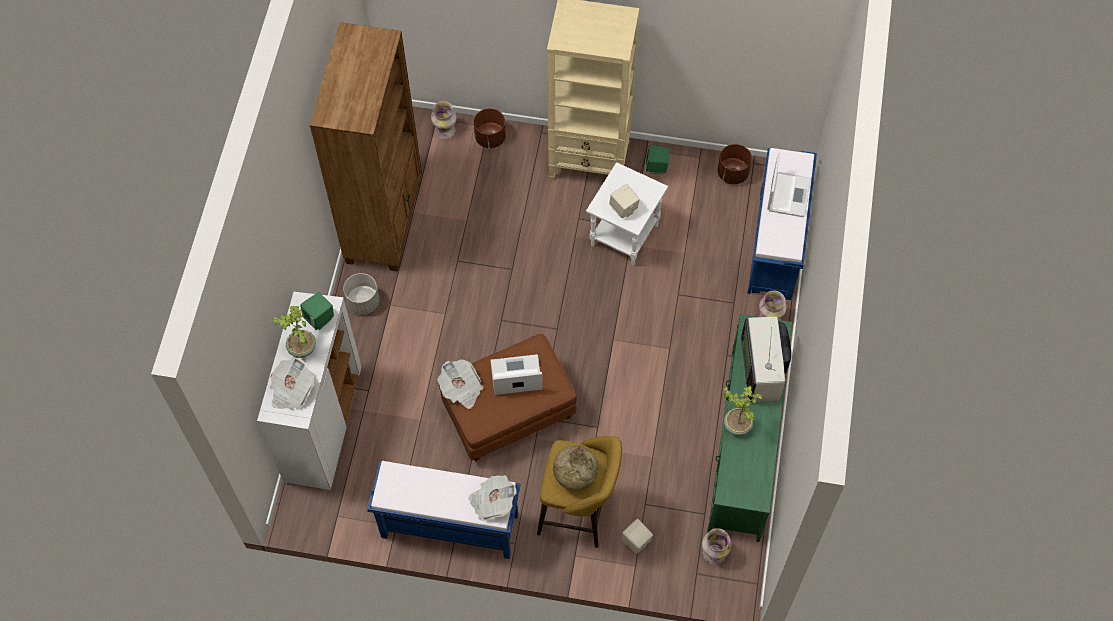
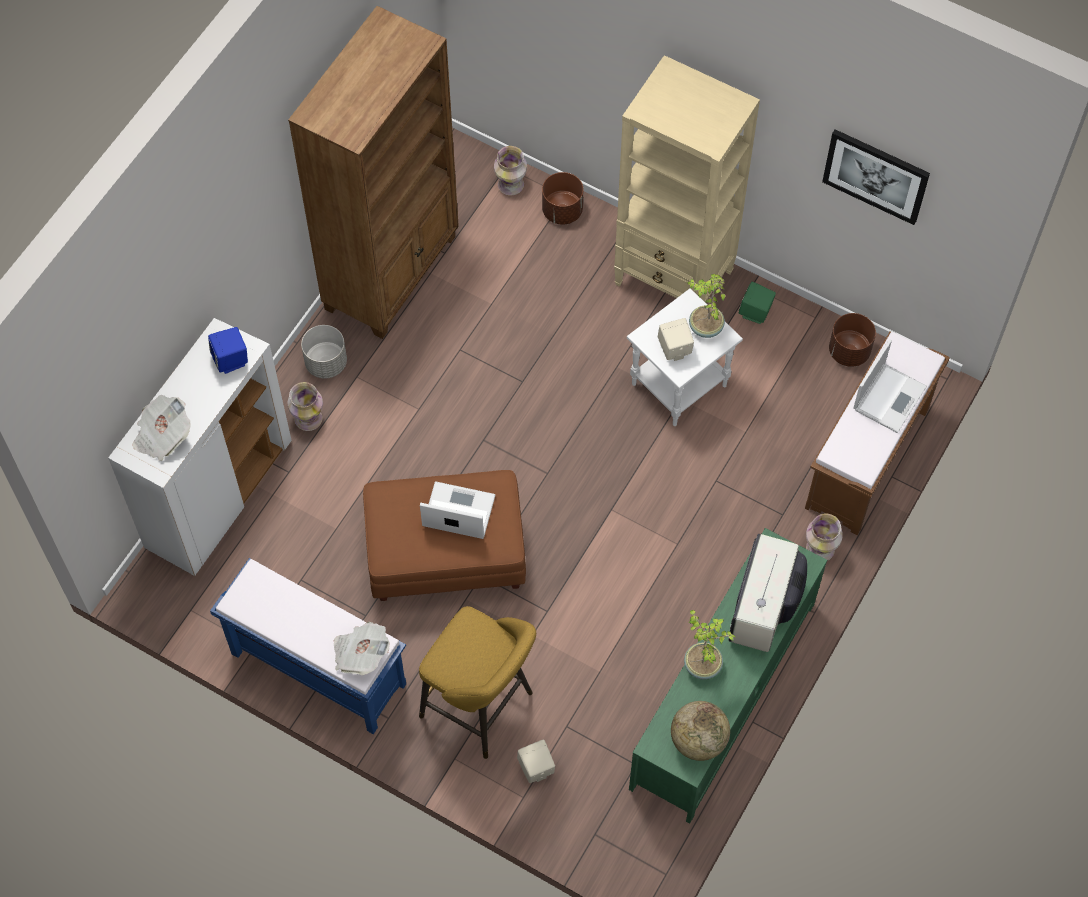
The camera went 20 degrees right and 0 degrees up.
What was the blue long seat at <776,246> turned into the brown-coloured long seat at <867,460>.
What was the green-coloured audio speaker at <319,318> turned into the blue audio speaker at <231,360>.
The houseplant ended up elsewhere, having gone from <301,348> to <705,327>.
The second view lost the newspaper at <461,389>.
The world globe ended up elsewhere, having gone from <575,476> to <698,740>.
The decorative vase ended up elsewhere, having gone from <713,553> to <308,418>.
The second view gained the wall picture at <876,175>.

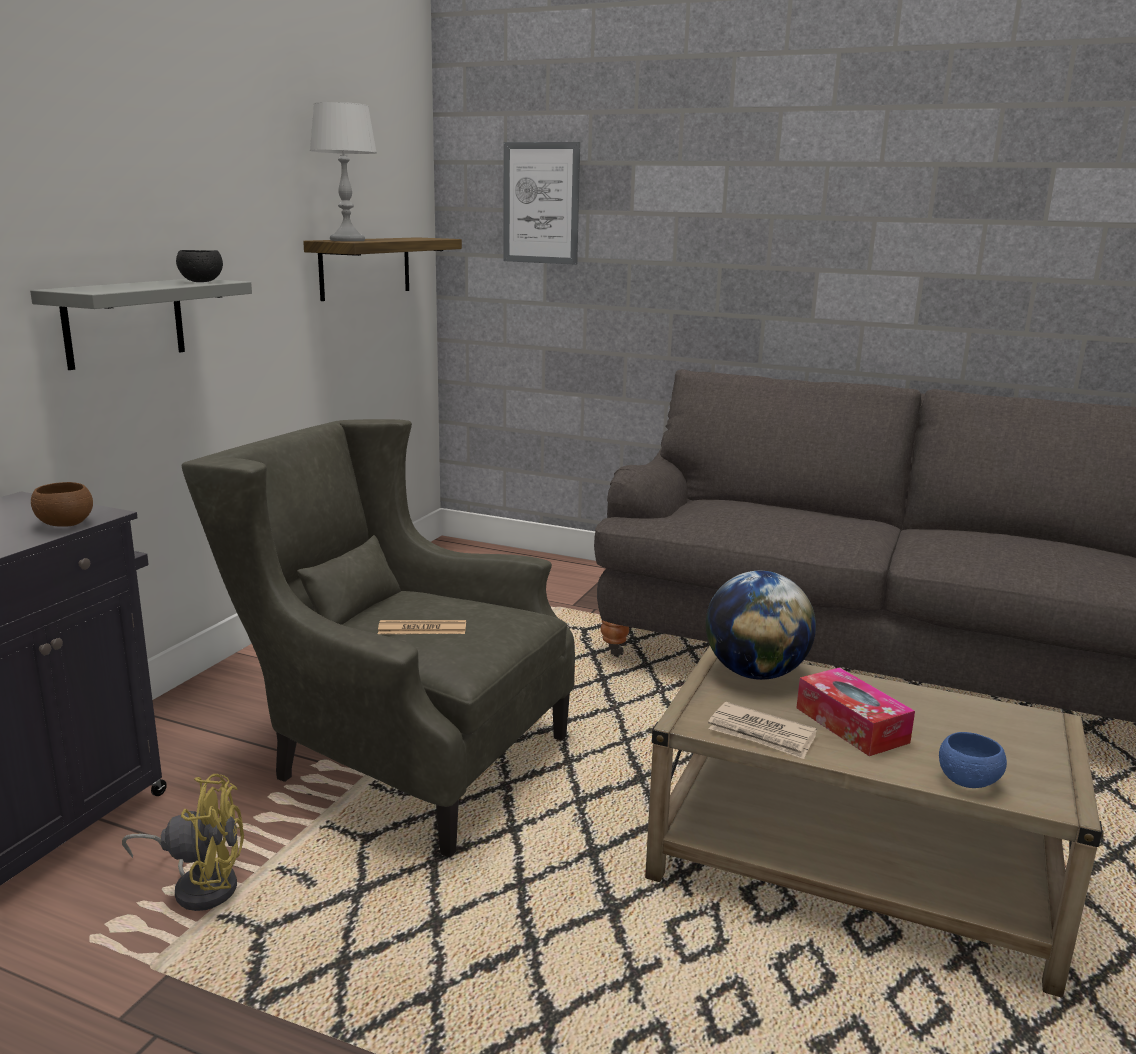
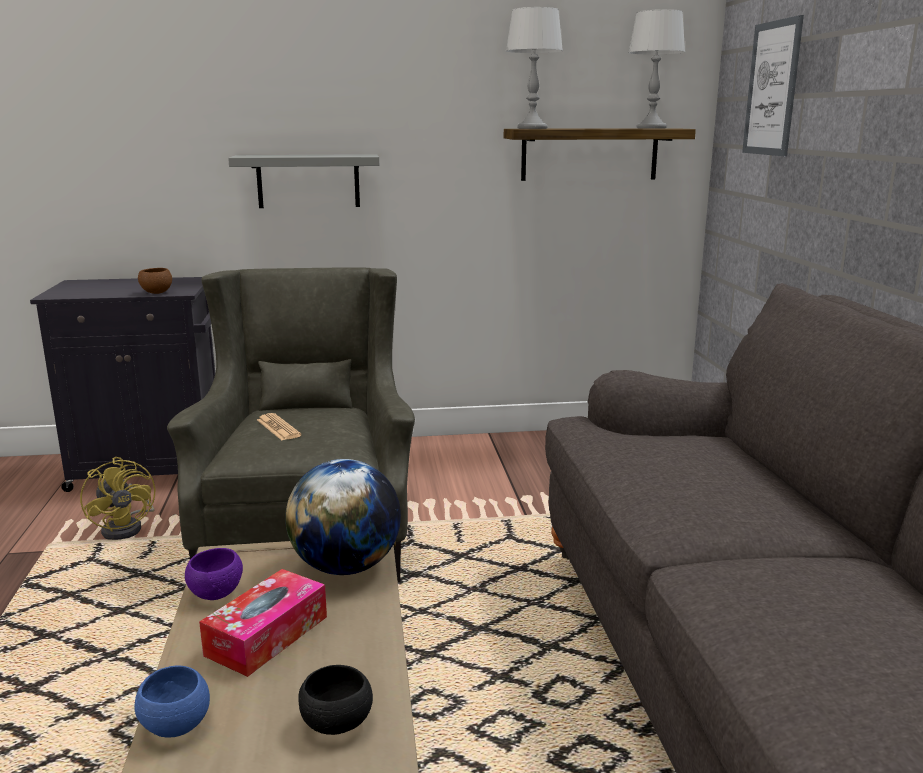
The camera went 60 degrees right and 0 degrees up.
The black-coloured deep dish ended up elsewhere, having gone from <201,282> to <337,723>.
Where the newspaper stood at <762,734>, the purplish deep dish came to stand at <216,593>.
The second view gained the gray lamp for a table at <651,128>.

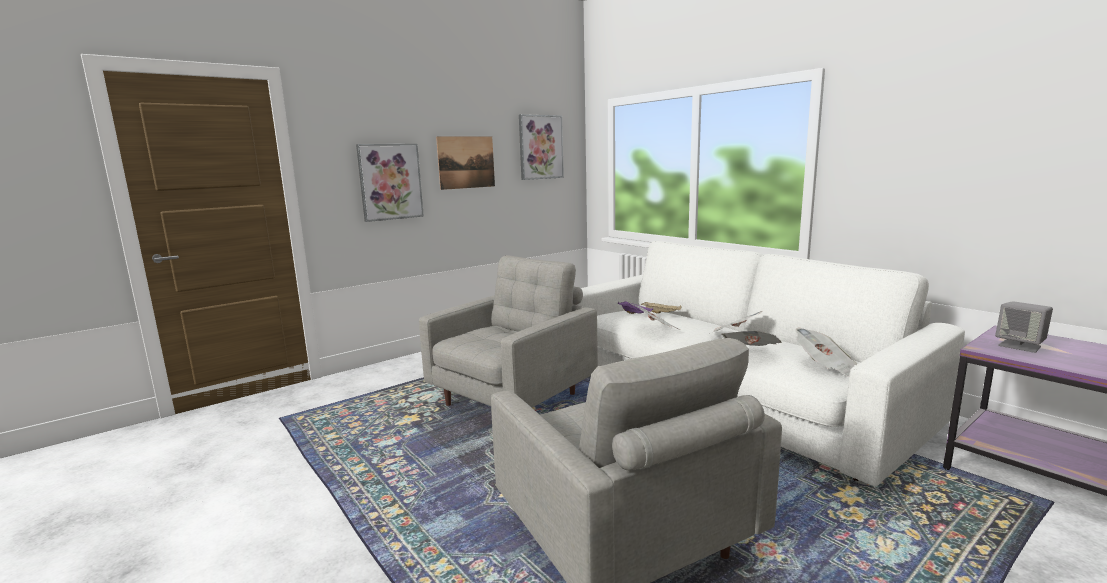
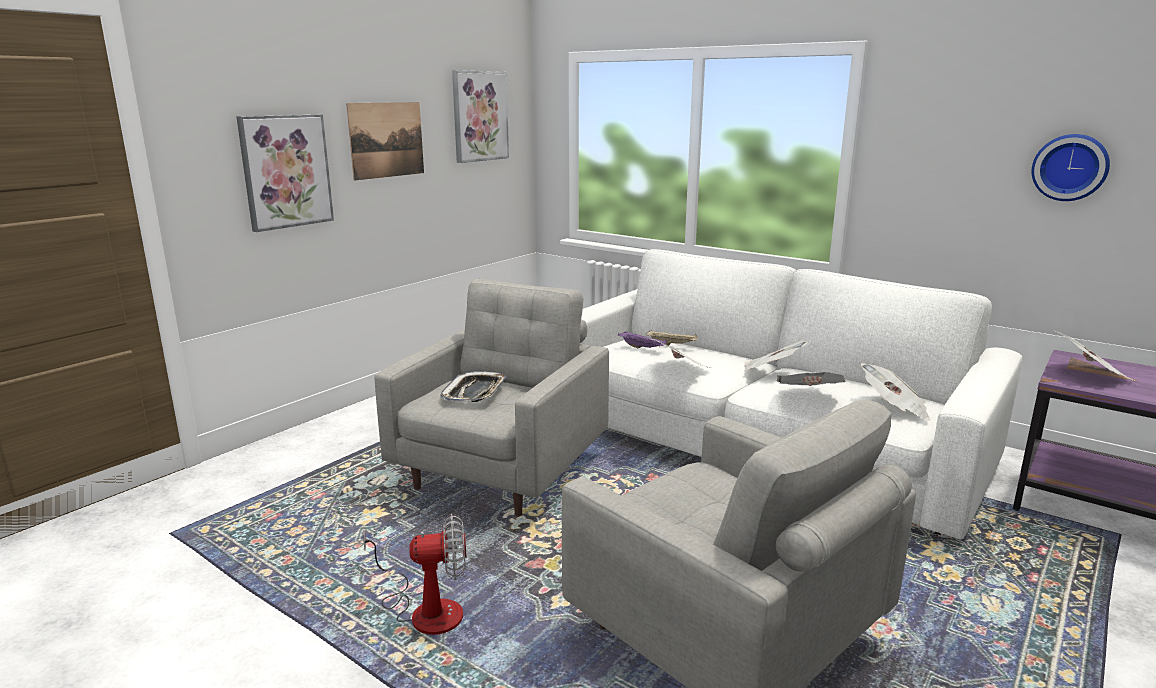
The camera went 15 degrees left and 5 degrees up.
Where the gray audio speaker stood at <1020,346>, the newspaper came to stand at <1090,375>.
The second view gained the hanging clock at <1070,167>.
The second view gained the serving tray at <475,392>.
The second view gained the cooling fan at <425,609>.

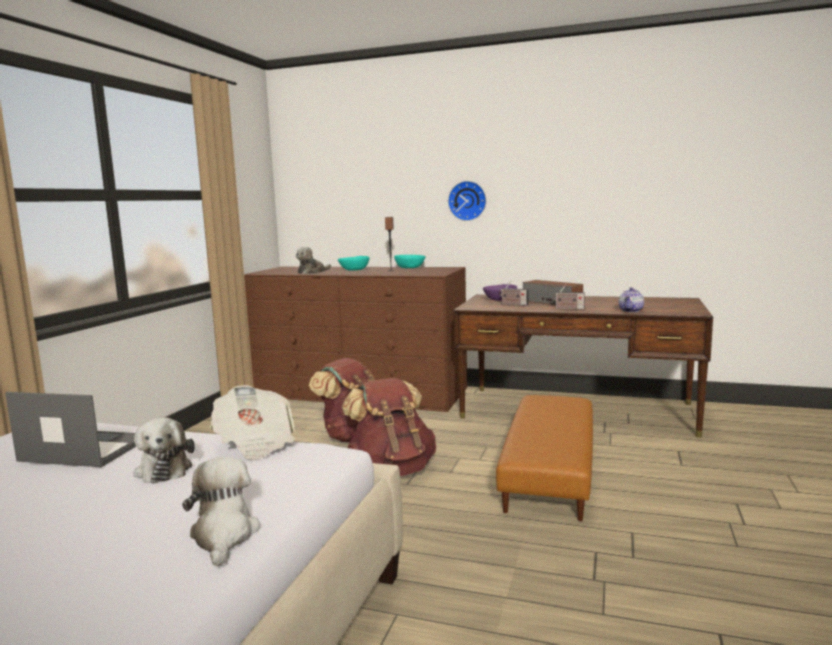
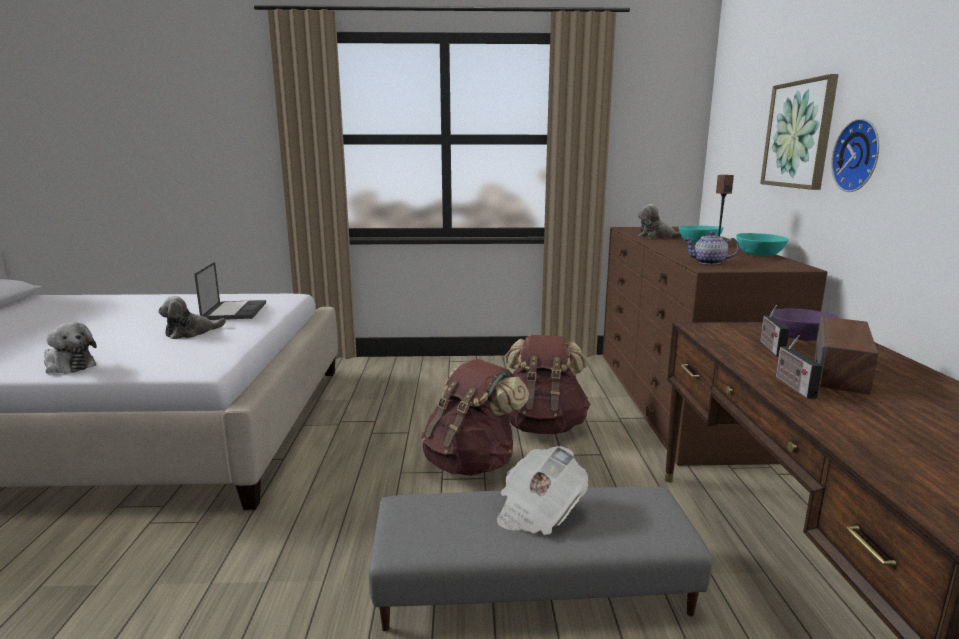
The camera went 70 degrees right and 5 degrees up.
The teapot ended up elsewhere, having gone from <631,311> to <709,262>.
The newspaper ended up elsewhere, having gone from <255,443> to <538,511>.
What was the brown-coloured ottoman at <548,470> turned into the gray ottoman at <532,582>.
The plush toy at <224,536> ended up facing another way, 60 degrees clockwise from before.
The second view gained the wall picture at <799,134>.

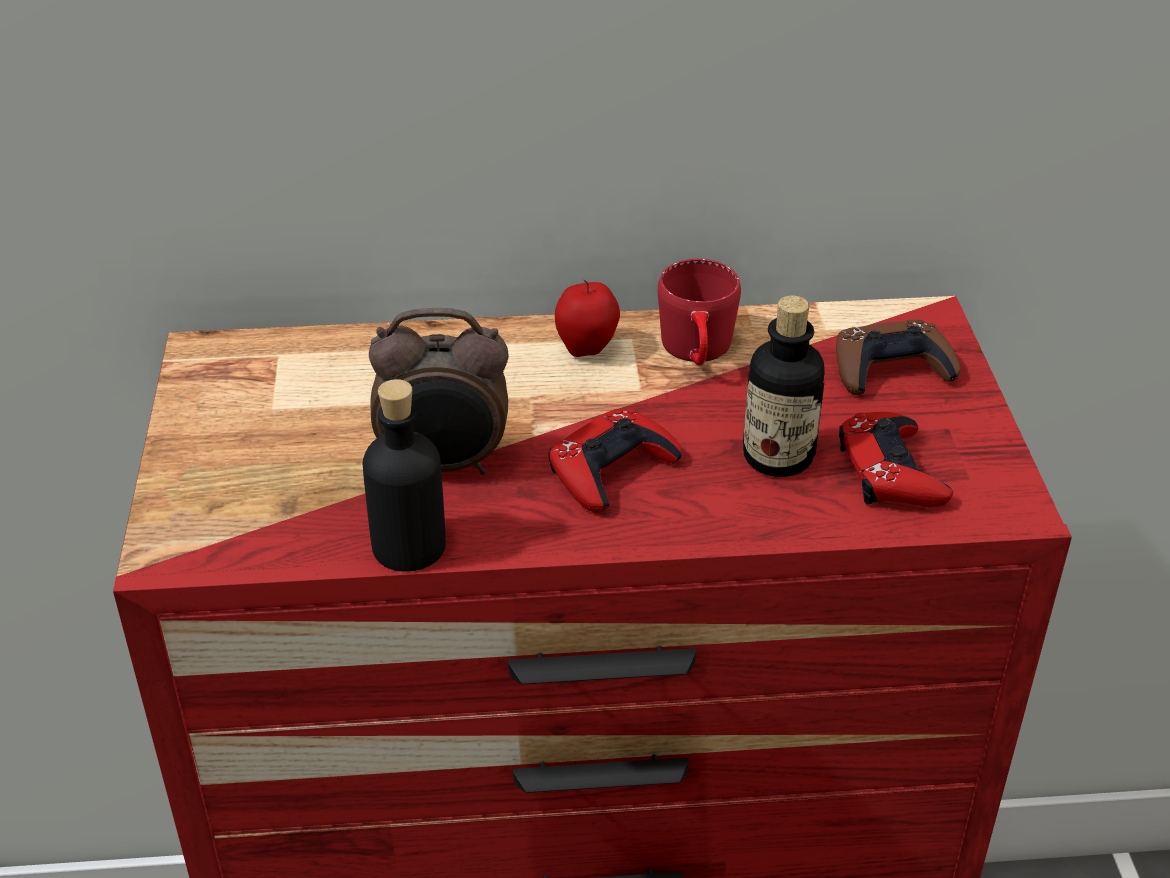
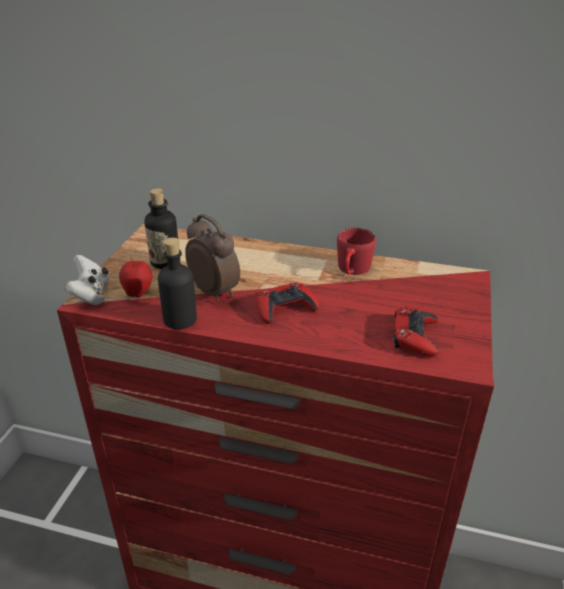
The camera went 20 degrees right and 5 degrees down.
The whole apple ended up elsewhere, having gone from <587,349> to <138,294>.
The bottle ended up elsewhere, having gone from <778,457> to <165,262>.
The alarm clock at <444,465> ended up facing another way, 150 degrees counterclockwise from before.
The second view lost the brown-coloured gamepad at <891,369>.
The second view gained the whitish gamepad at <91,295>.

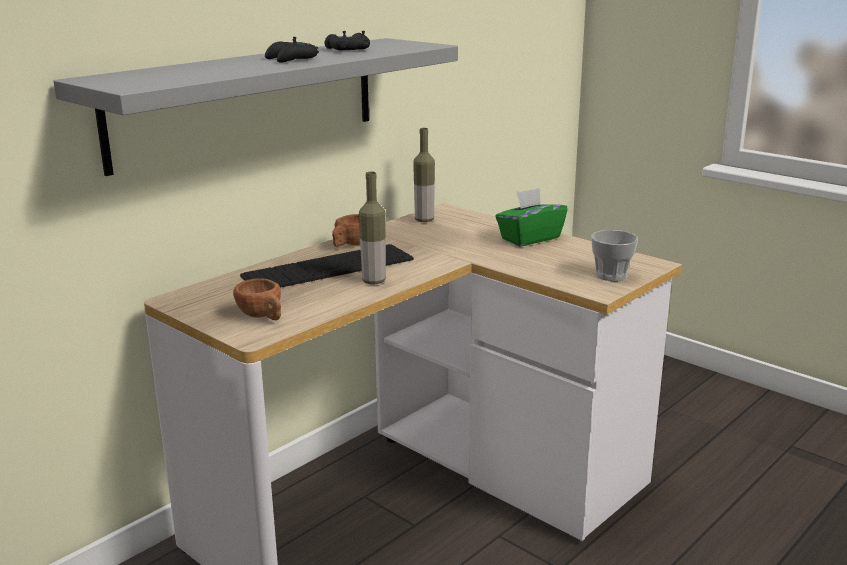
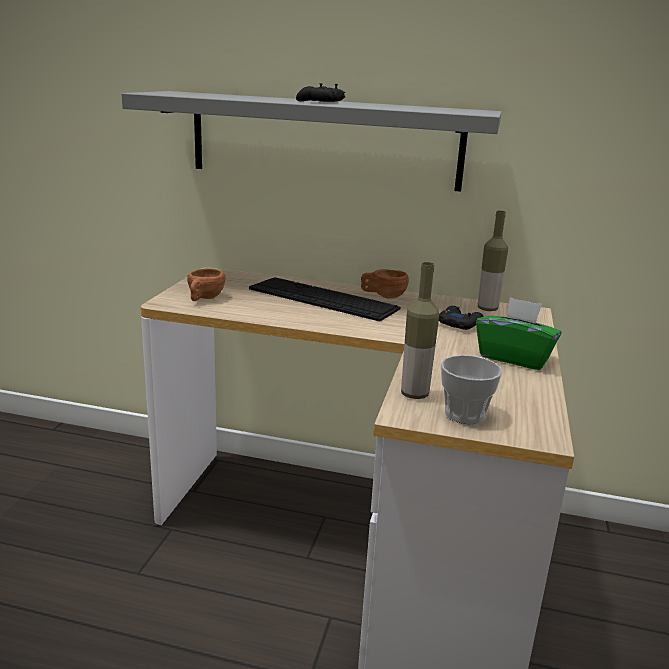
The camera went 60 degrees right and 0 degrees up.
The black-coloured gamepad ended up elsewhere, having gone from <347,49> to <460,324>.
The bottle ended up elsewhere, having gone from <374,281> to <414,394>.

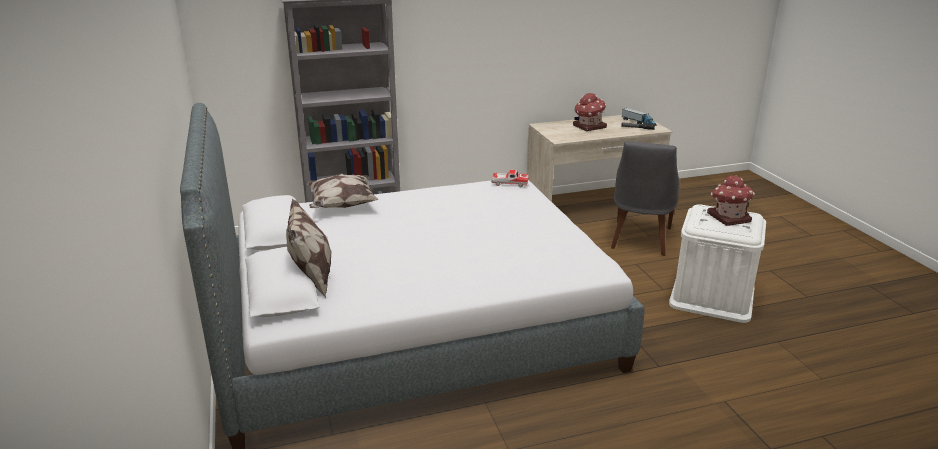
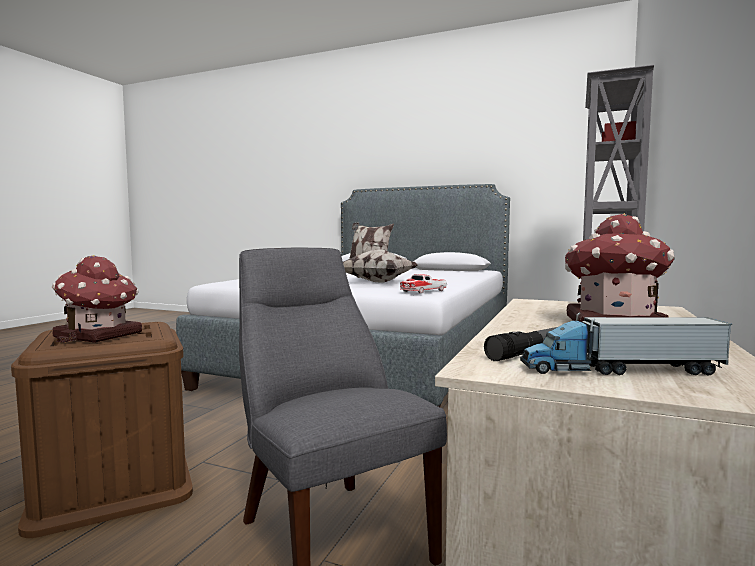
The camera went 130 degrees right and 20 degrees down.
The throw pillow ended up elsewhere, having gone from <342,205> to <376,282>.
What was the whitish storage container at <712,296> turned into the brown-coloured storage container at <113,483>.

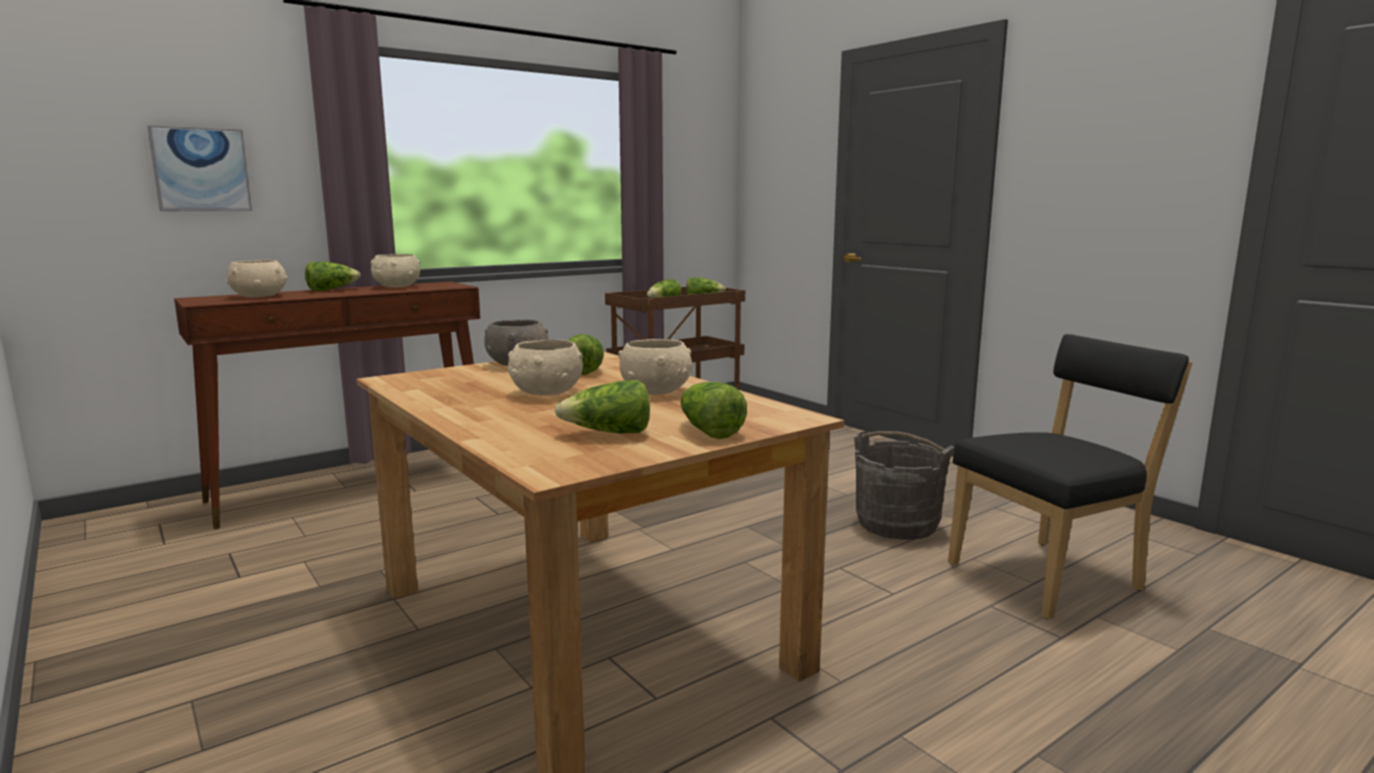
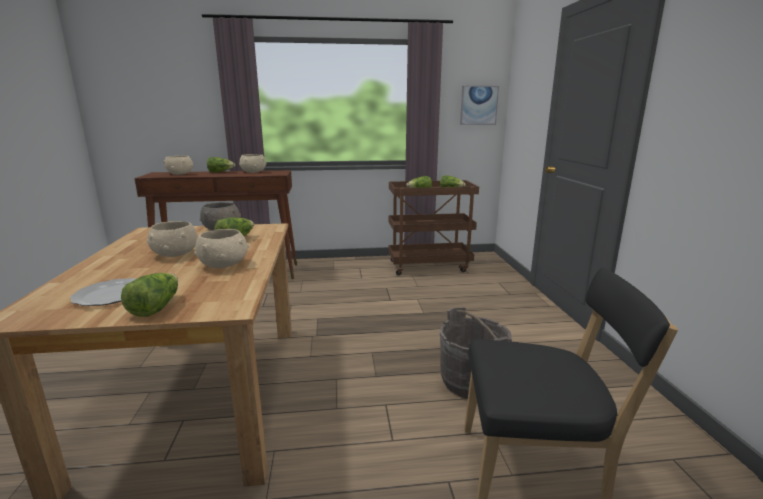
The camera went 30 degrees right and 5 degrees up.
The wall picture ended up elsewhere, having gone from <201,169> to <478,105>.
Where the lettuce stood at <609,433>, the dinner plate came to stand at <111,295>.

